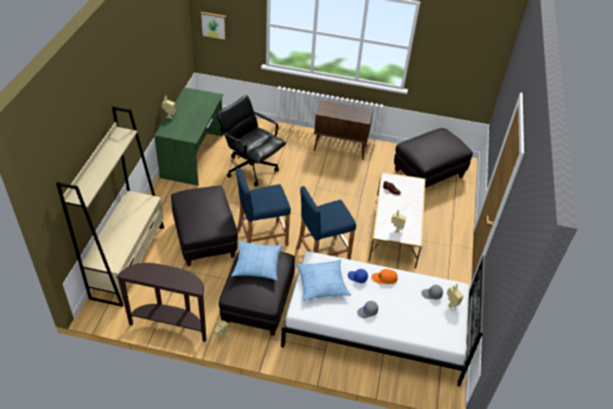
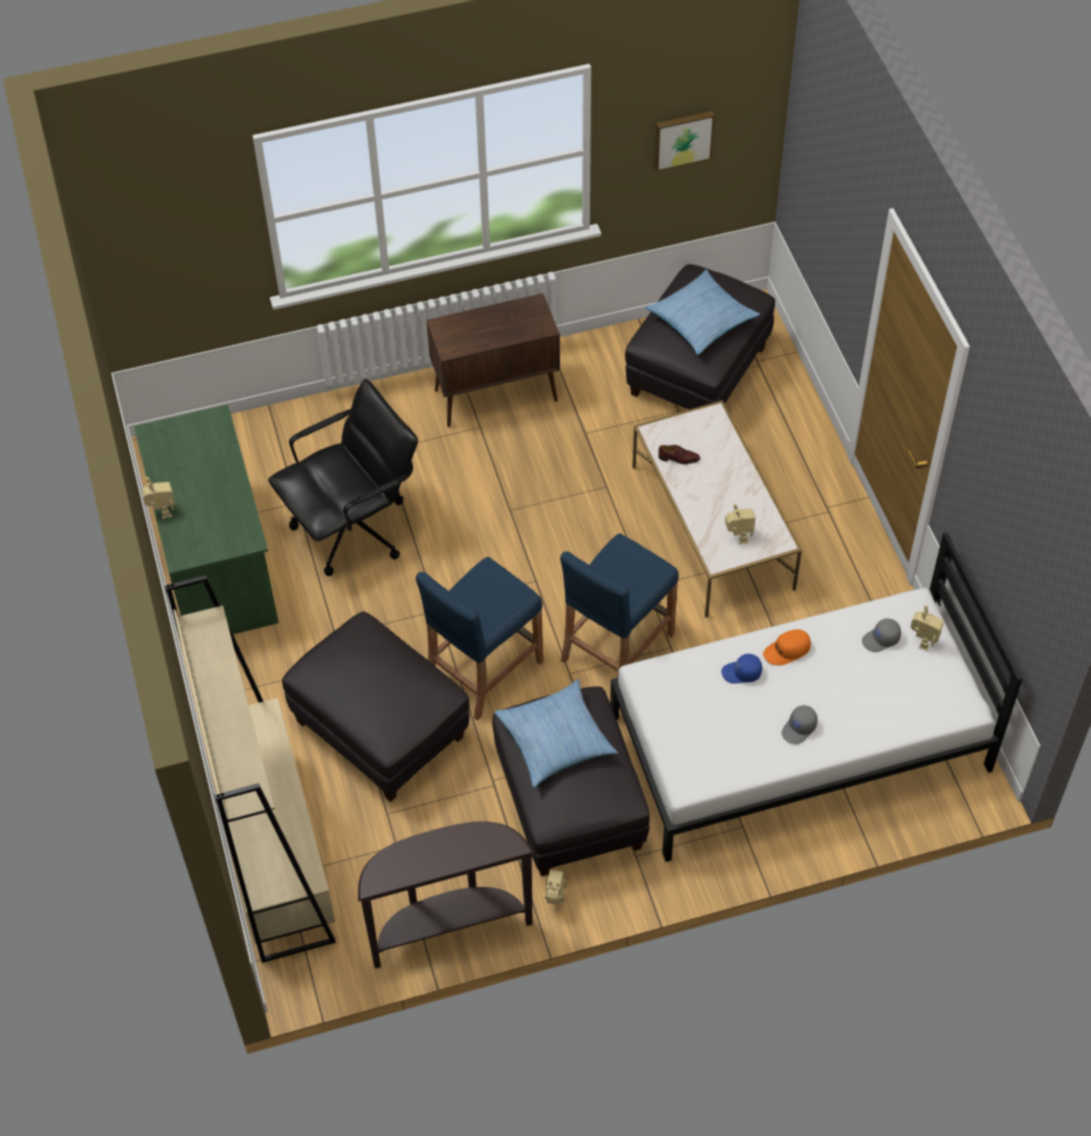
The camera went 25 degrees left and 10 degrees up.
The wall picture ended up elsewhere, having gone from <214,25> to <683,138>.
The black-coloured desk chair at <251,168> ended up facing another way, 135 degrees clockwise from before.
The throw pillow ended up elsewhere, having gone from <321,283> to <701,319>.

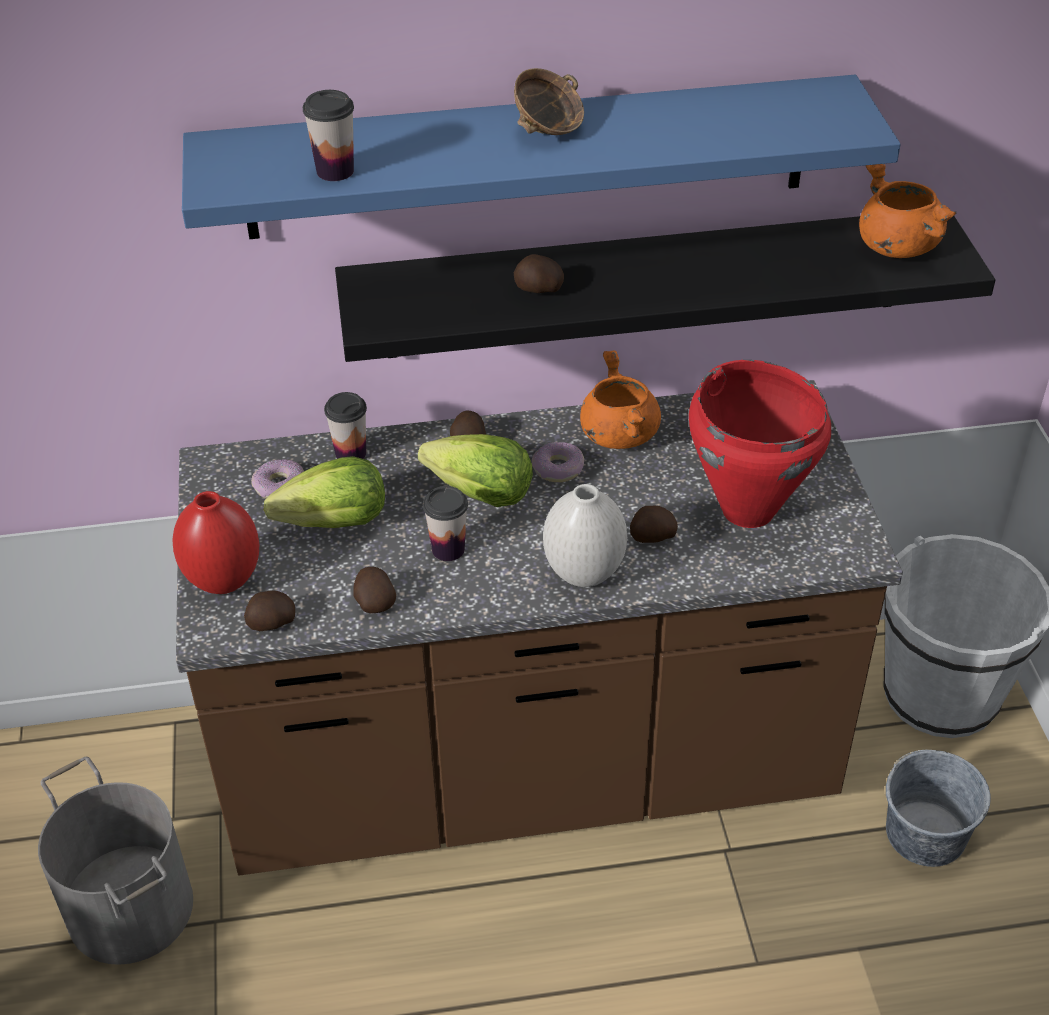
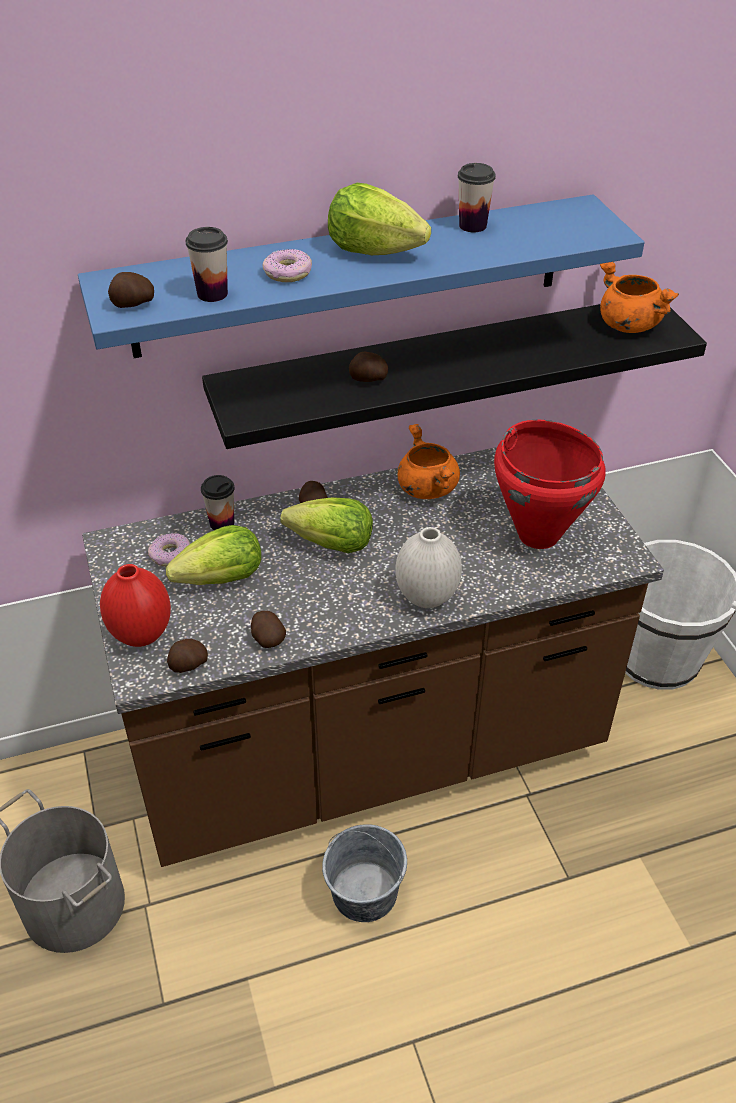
The camera went 10 degrees left and 0 degrees up.
Where the deep dish stood at <549,129>, the lettuce came to stand at <374,250>.
The ring doughnut ended up elsewhere, having gone from <558,469> to <288,273>.
The drinking cup ended up elsewhere, having gone from <448,549> to <472,226>.
The spud ended up elsewhere, having gone from <652,537> to <133,305>.
The gray pail ended up elsewhere, having gone from <924,833> to <364,892>.

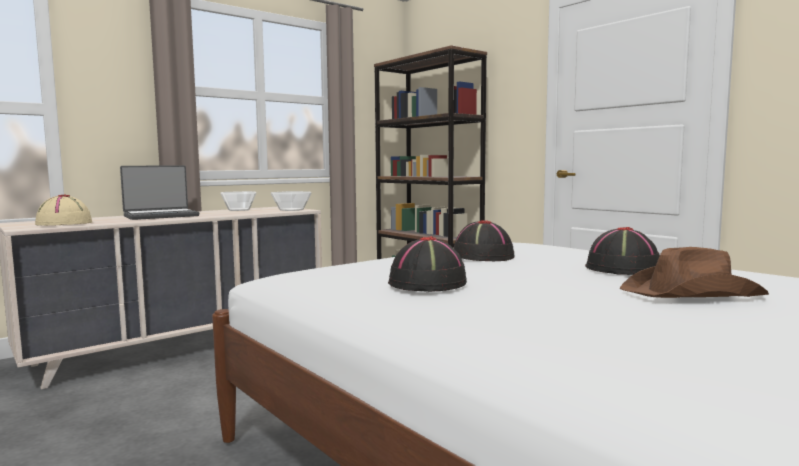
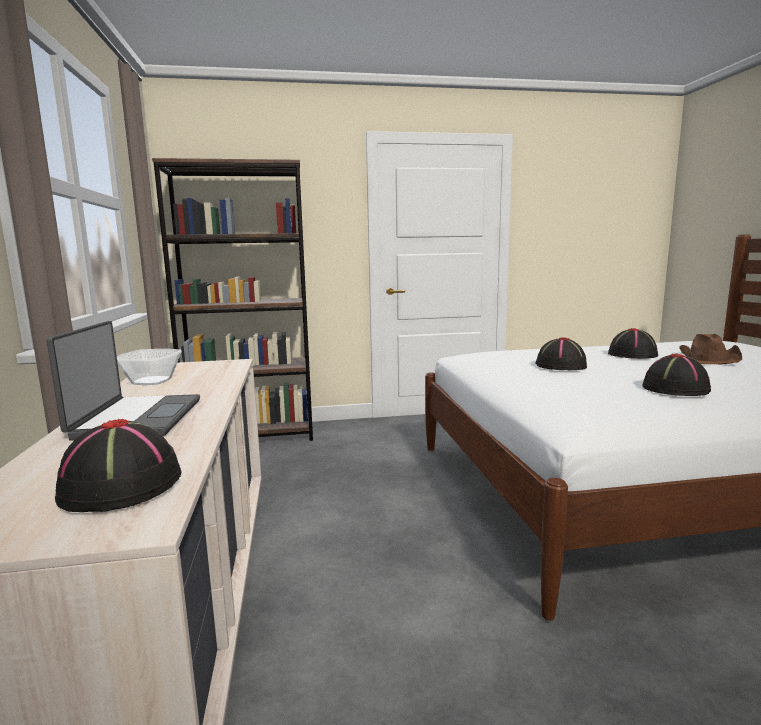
The camera went 60 degrees left and 5 degrees up.
The second view lost the deep dish at <291,210>.
What was the sand-coloured hat at <64,224> turned into the black-coloured hat at <121,486>.

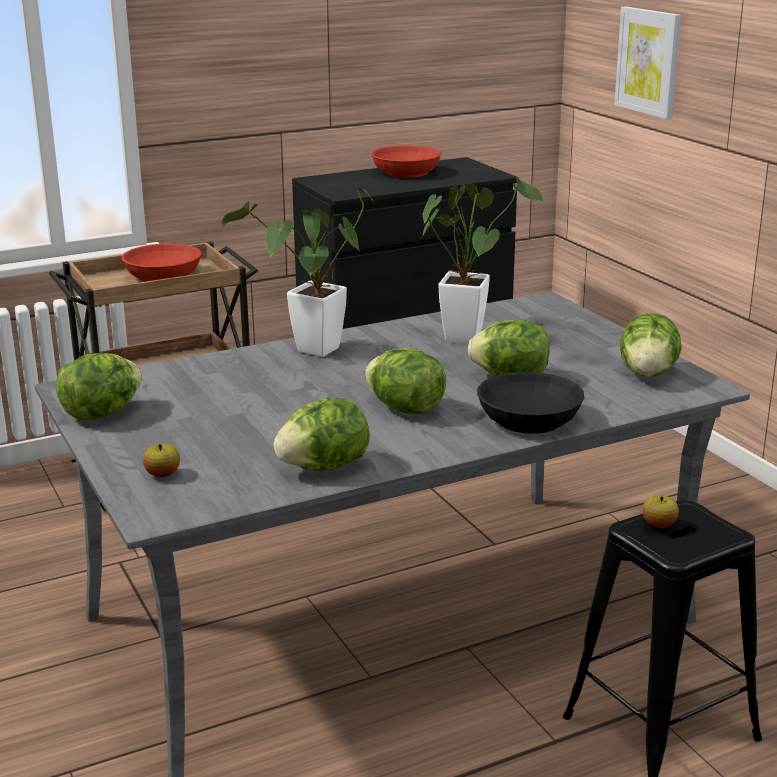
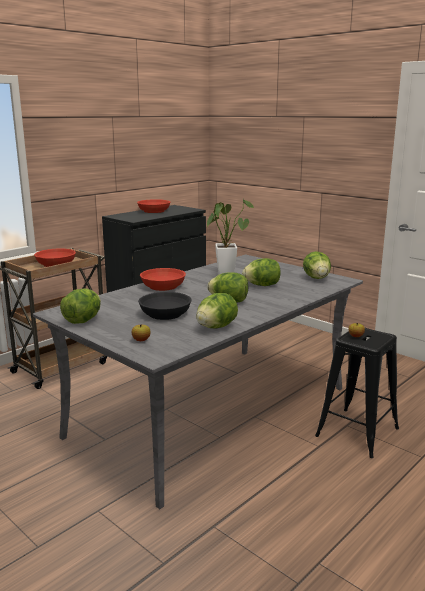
The camera went 20 degrees left and 5 degrees down.
The second view lost the wall picture at <649,61>.
Where the houseplant stood at <312,353>, the red deep dish came to stand at <163,286>.
The black-coloured deep dish ended up elsewhere, having gone from <529,419> to <165,313>.

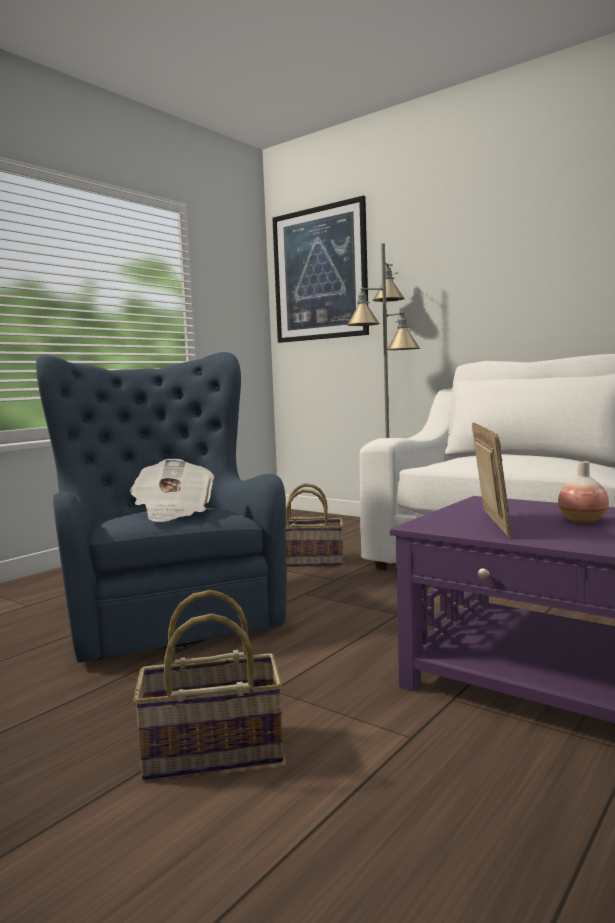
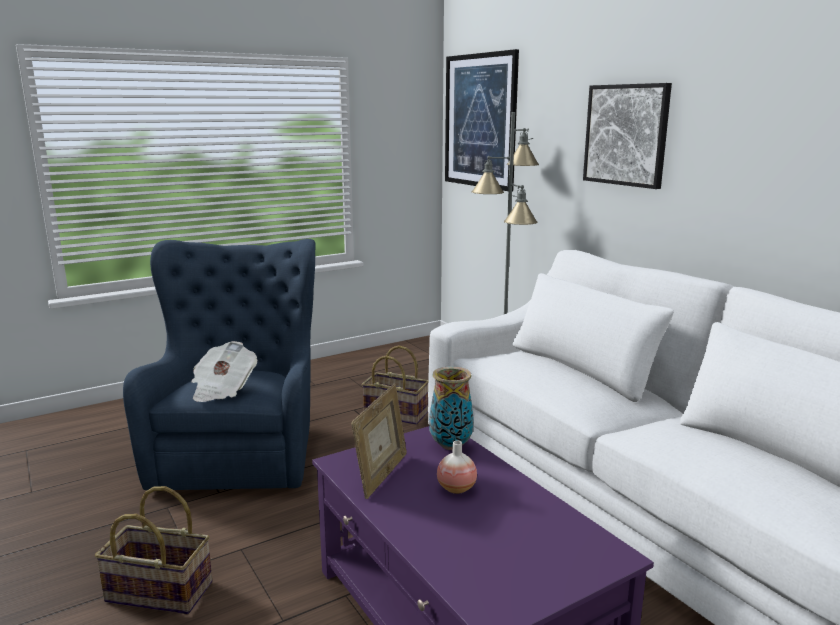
The camera went 20 degrees right and 10 degrees up.
The second view gained the wall picture at <626,135>.
The second view gained the decorative vase at <450,446>.

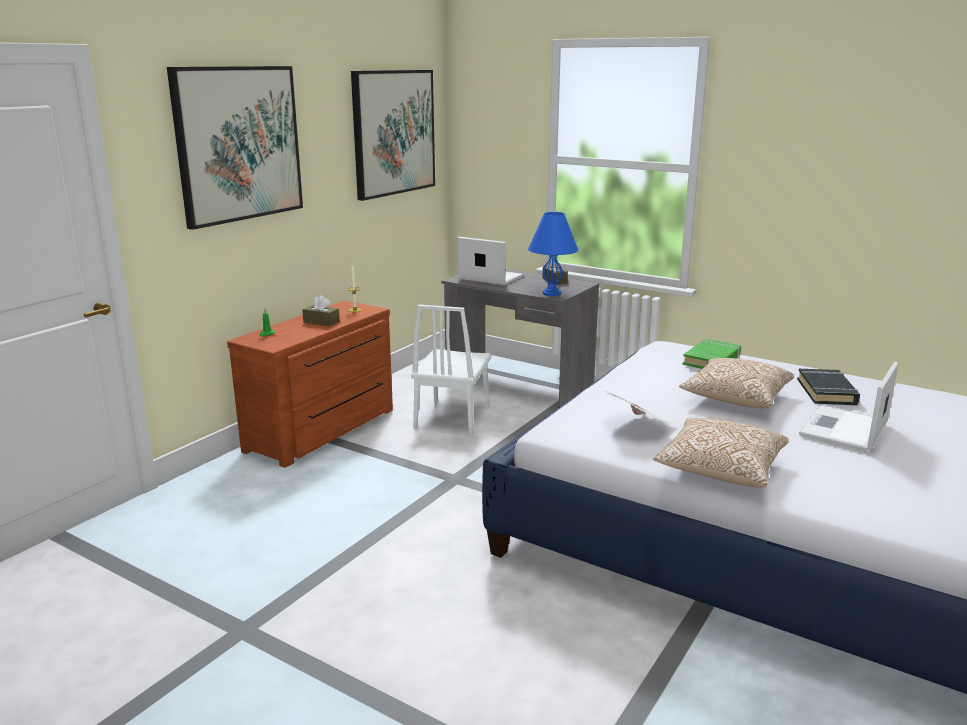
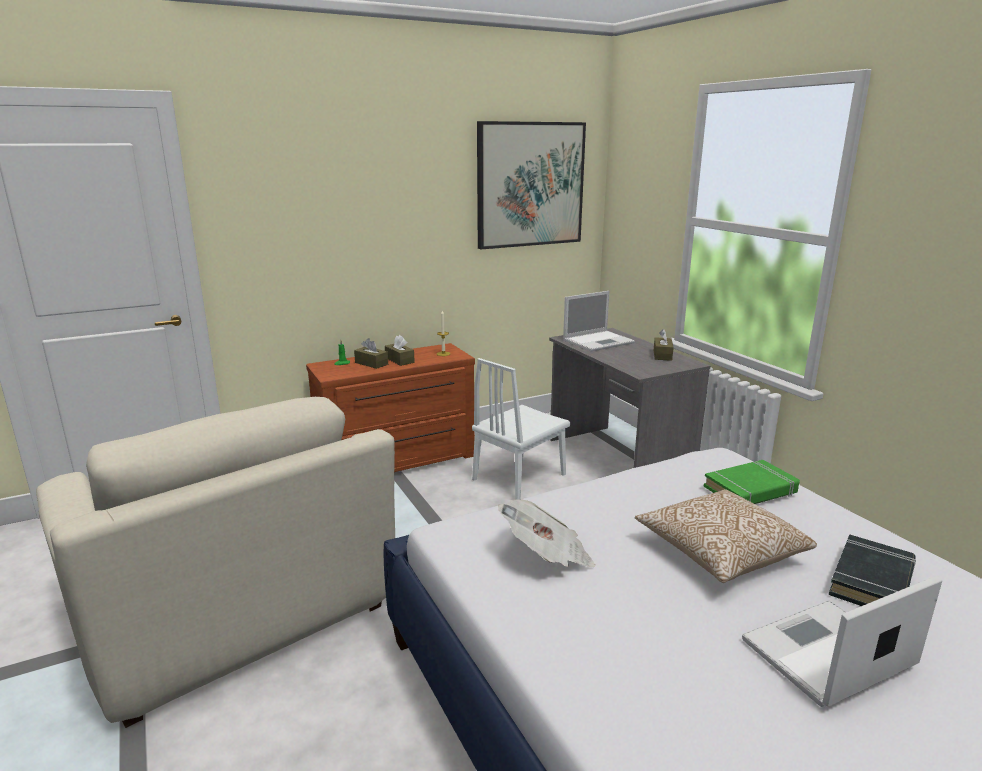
The camera went 30 degrees right and 0 degrees up.
The second view lost the wall picture at <238,144>.
The second view lost the blue lamp for a table at <551,293>.
The notebook computer at <489,277> ended up facing another way, 90 degrees clockwise from before.
The second view lost the throw pillow at <720,469>.
The second view gained the brown-coloured tissue box at <371,363>.
The second view gained the sand-coloured lounge chair at <233,610>.

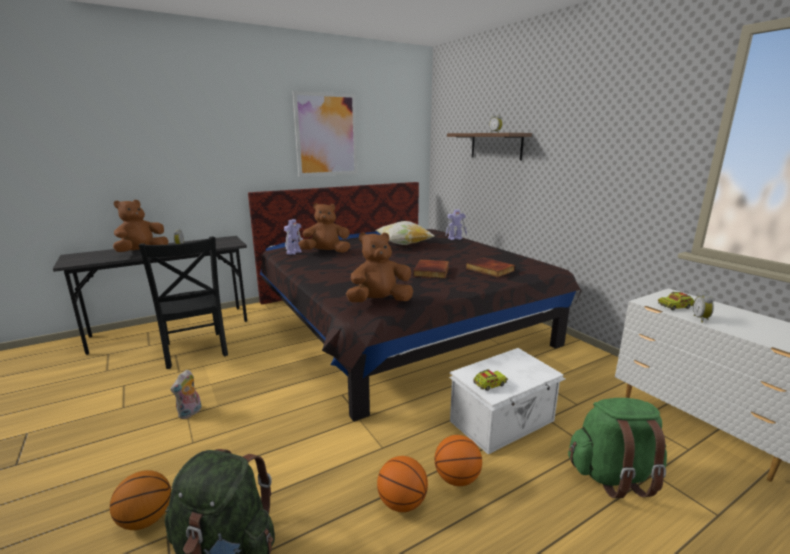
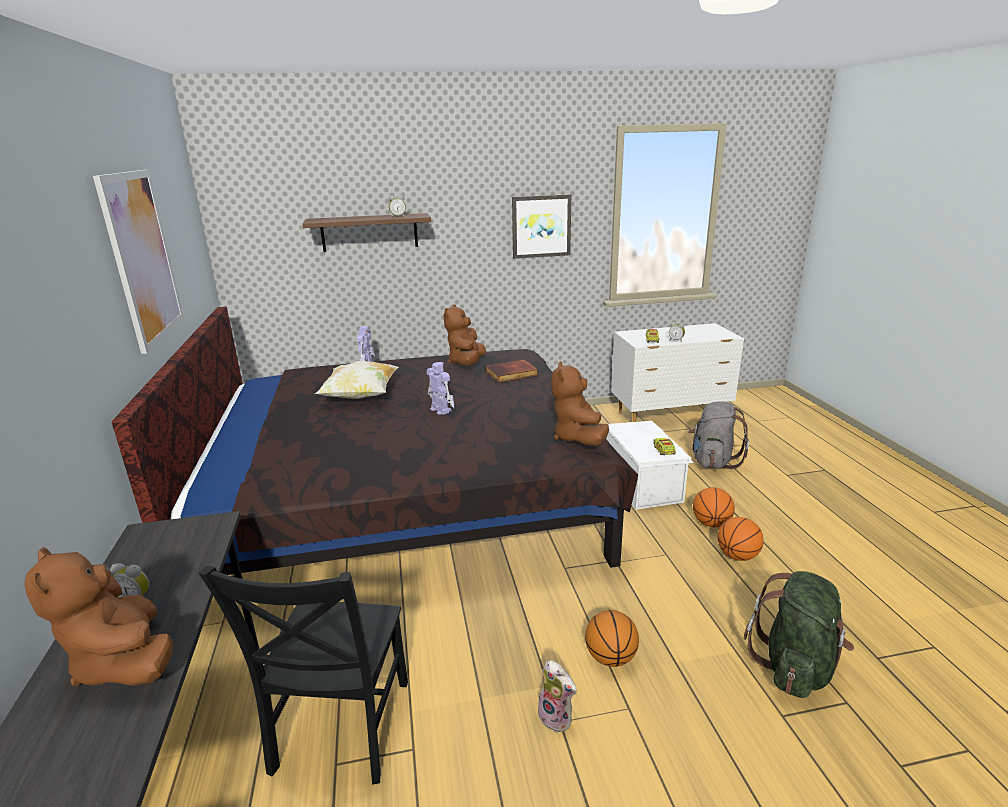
The camera went 70 degrees left and 5 degrees up.
The brown-coloured plush toy ended up elsewhere, having gone from <326,252> to <466,363>.
The toy robot ended up elsewhere, having gone from <294,252> to <440,409>.
The black-coloured upright chair at <195,351> ended up facing another way, 105 degrees clockwise from before.
The second view lost the bound book at <432,271>.
What was the green-coloured rucksack at <613,476> turned into the gray rucksack at <713,461>.
The basketball ball ended up elsewhere, having gone from <146,519> to <610,658>.
The second view gained the wall picture at <541,226>.

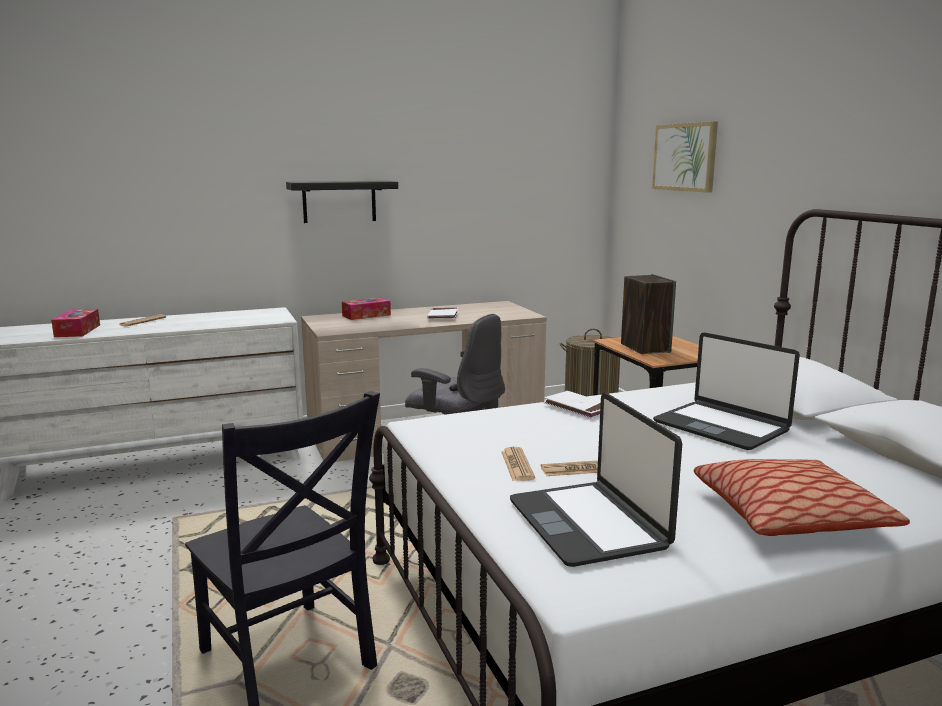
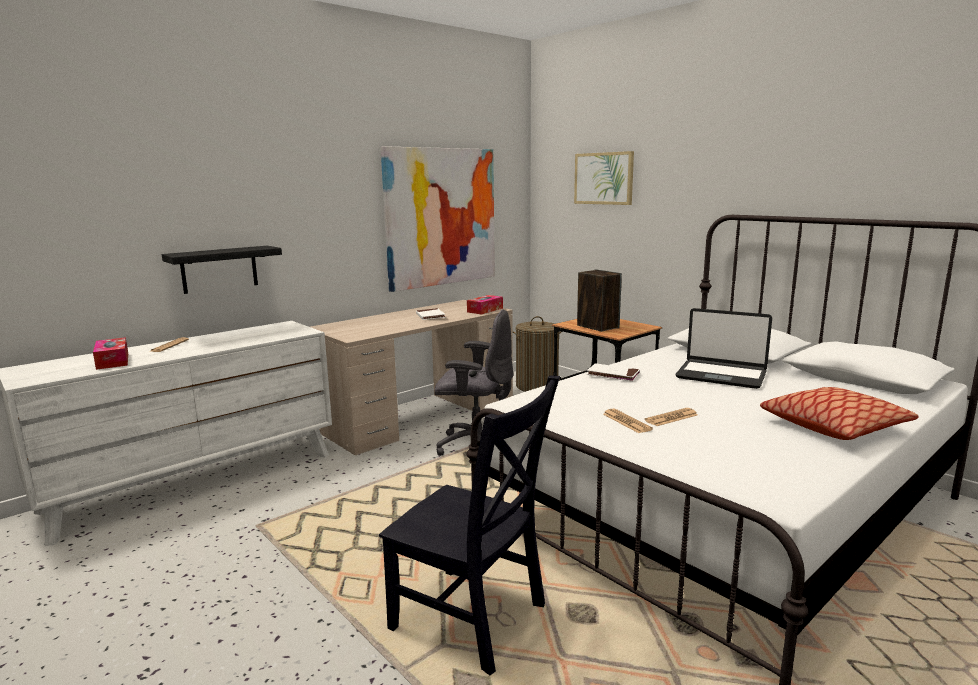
The camera went 20 degrees left and 0 degrees up.
The black-coloured shelf ended up elsewhere, having gone from <339,201> to <219,269>.
The tissue box ended up elsewhere, having gone from <366,315> to <485,310>.
The second view lost the notebook computer at <588,524>.
The second view gained the wall picture at <441,217>.

